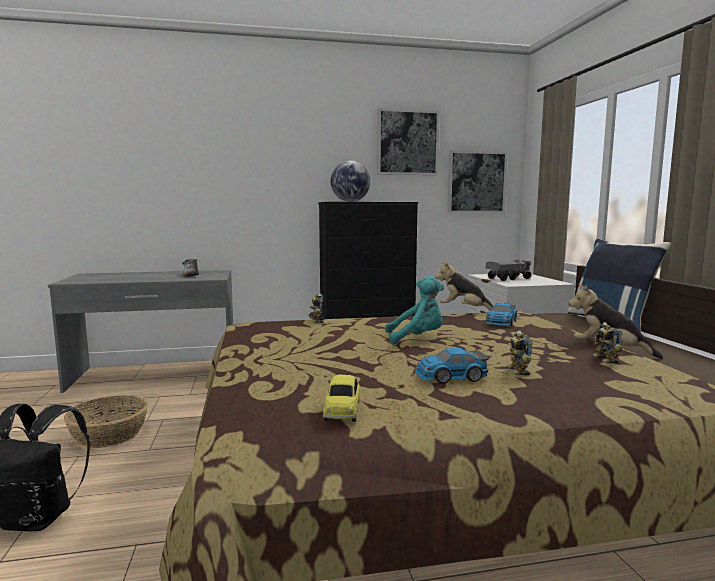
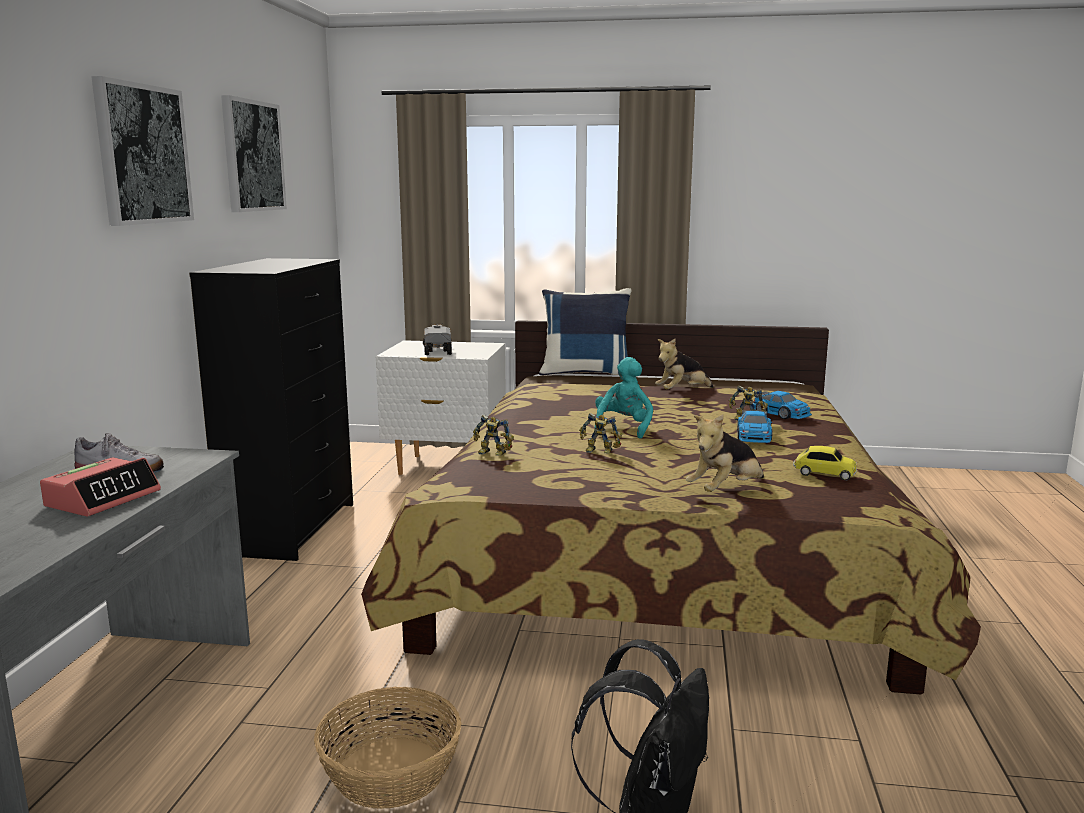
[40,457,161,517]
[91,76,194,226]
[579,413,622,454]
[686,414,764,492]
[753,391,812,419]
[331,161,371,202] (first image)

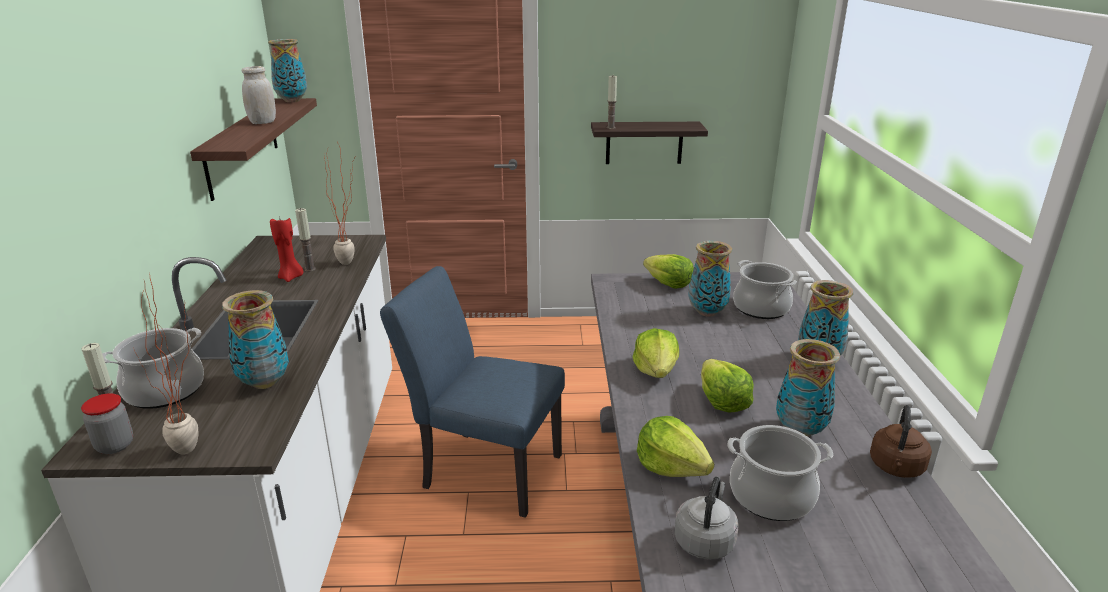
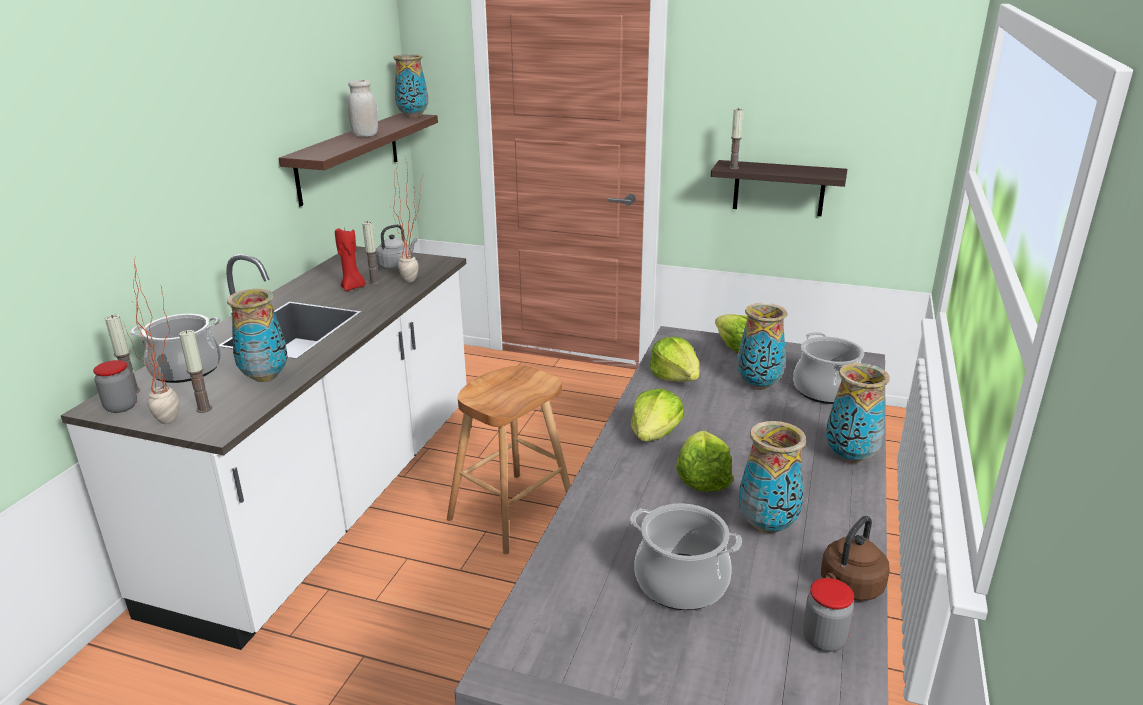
[179,330,212,413]
[375,224,418,270]
[447,365,571,554]
[649,337,700,382]
[803,578,854,652]

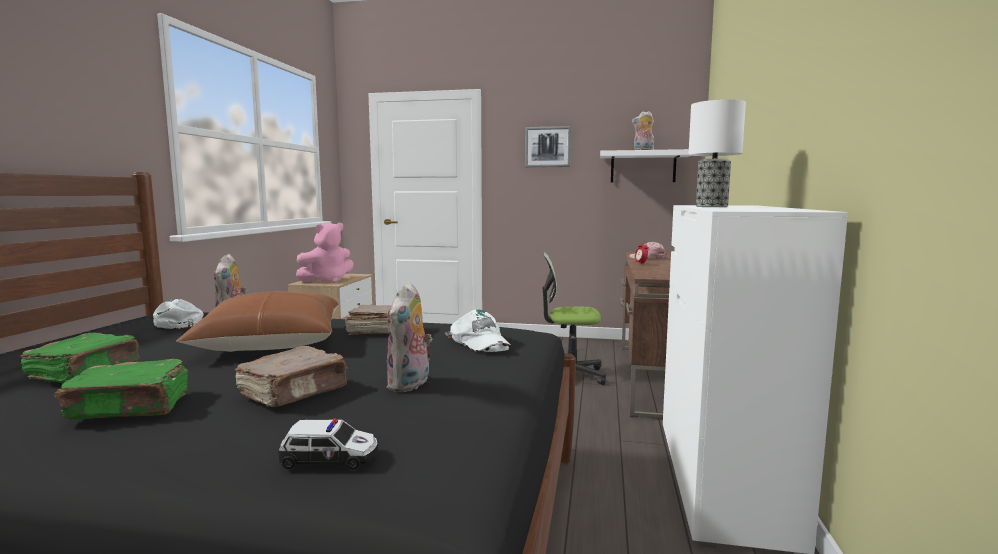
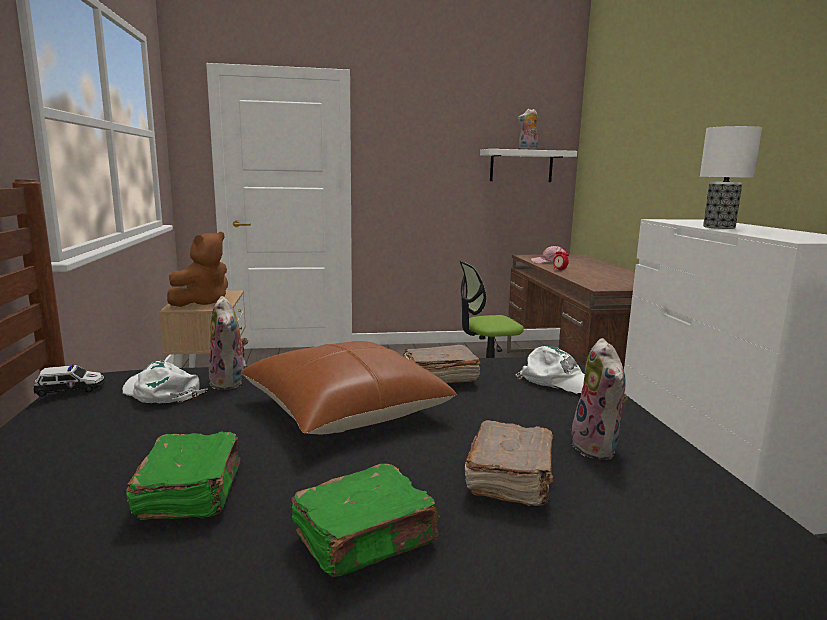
[34,364,105,397]
[167,232,228,307]
[525,126,571,167] (first image)

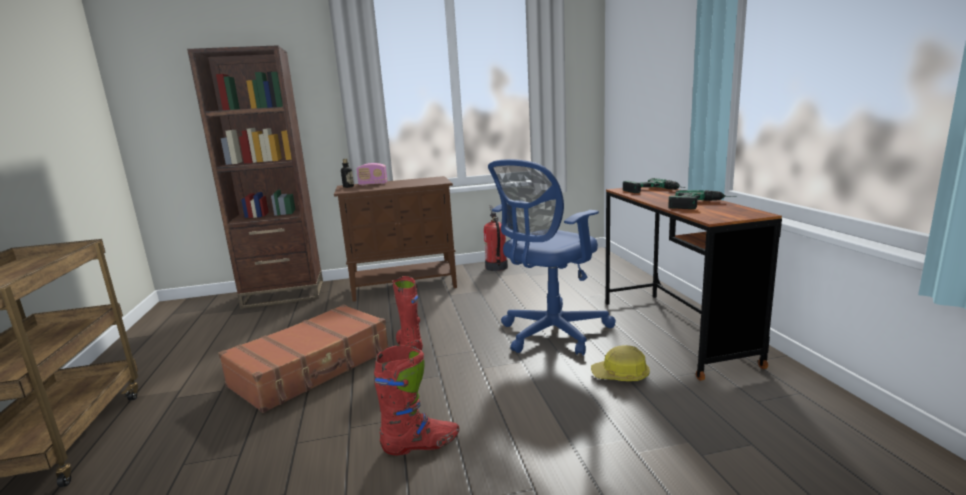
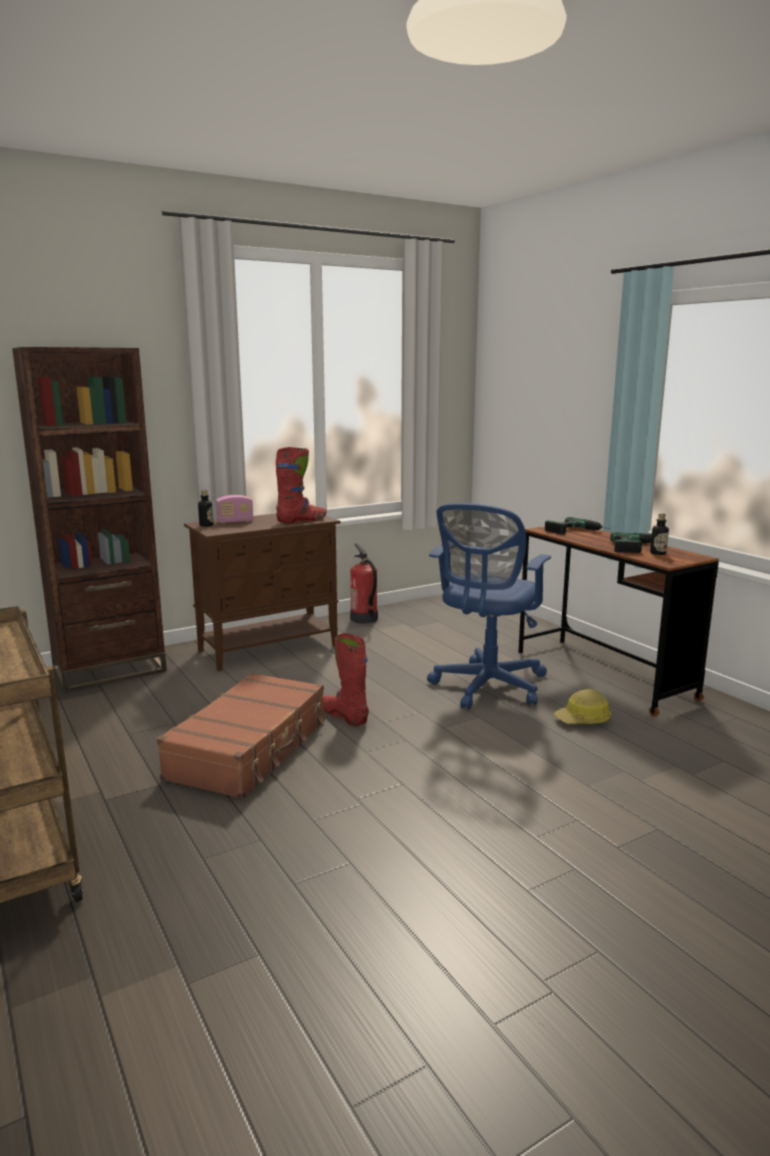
[276,447,327,524]
[650,513,669,555]

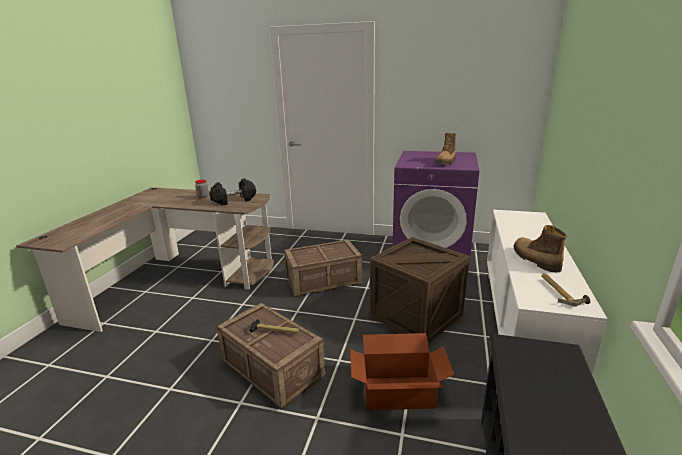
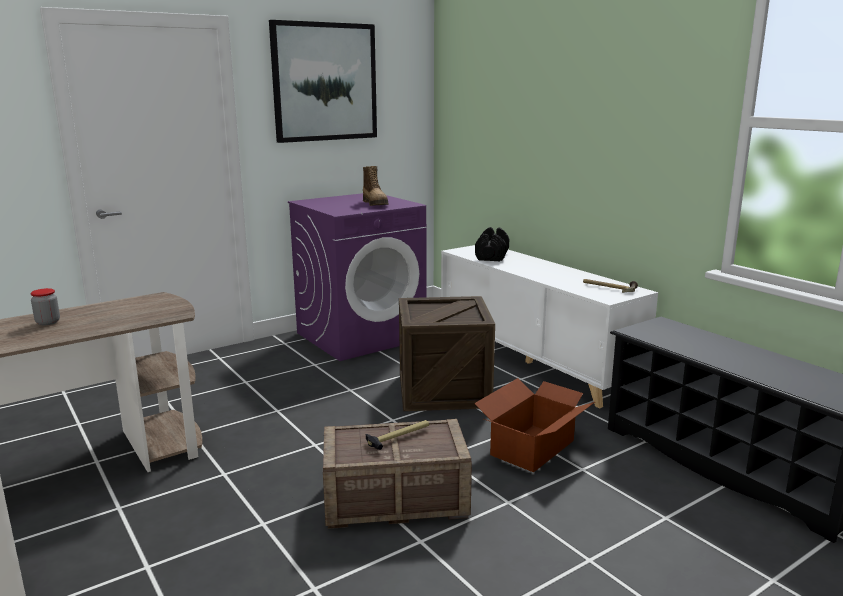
[269,20,377,143]
[475,227,509,261]
[284,239,363,297] (first image)
[514,225,567,272] (first image)

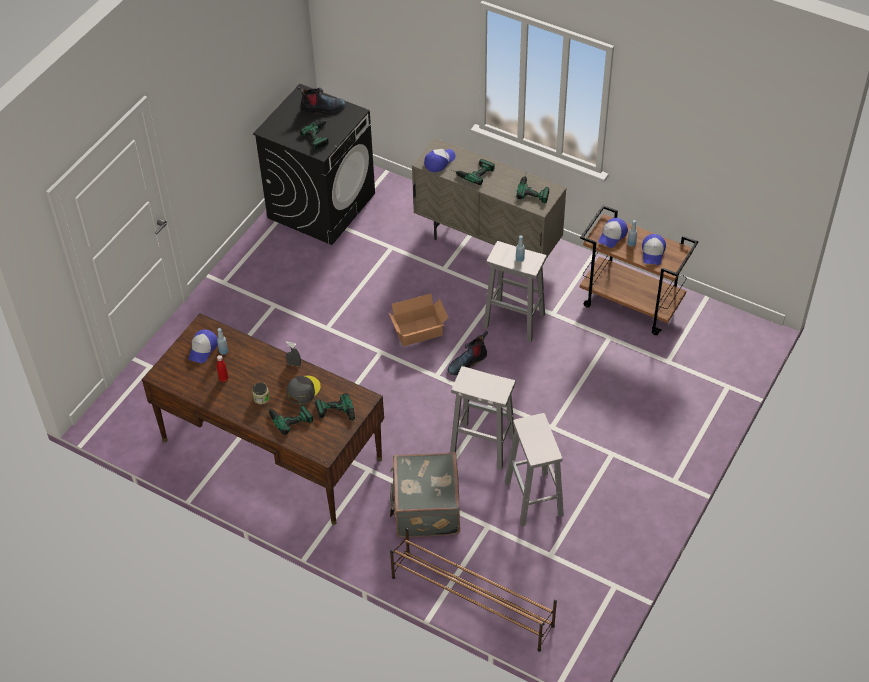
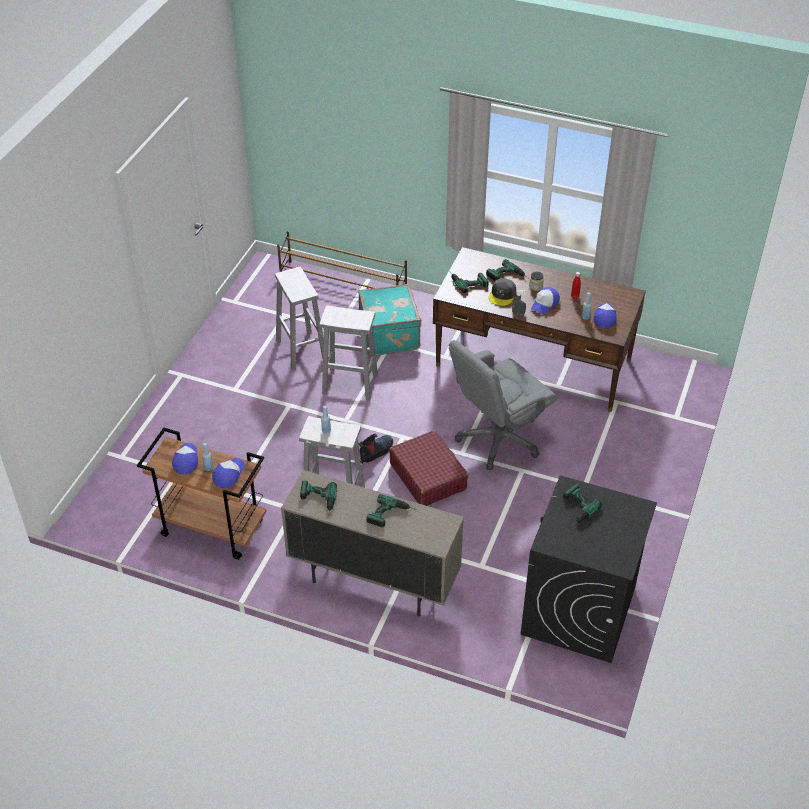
[358,284,422,355]
[389,430,468,506]
[449,340,557,470]
[531,287,560,314]
[296,85,346,114] (first image)

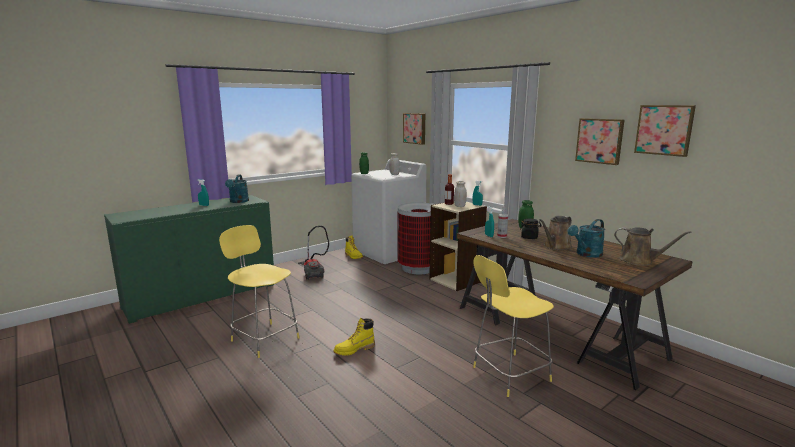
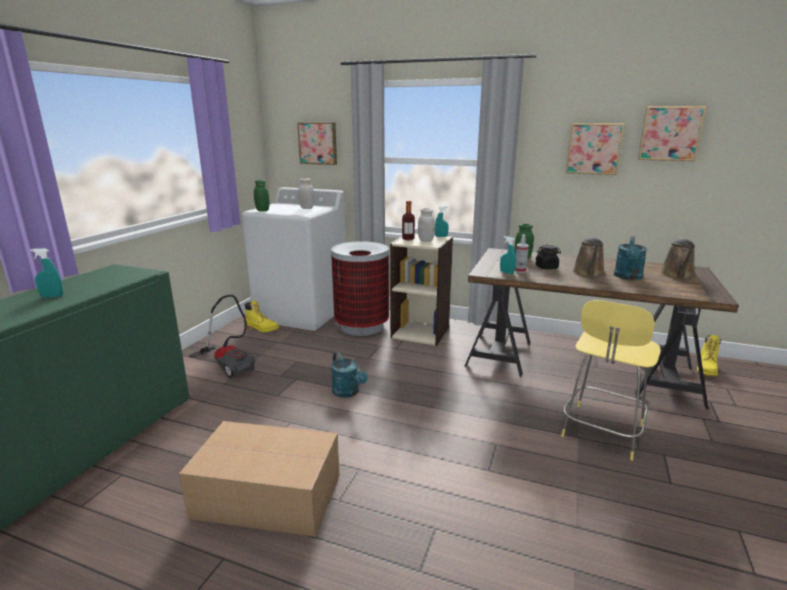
[179,421,339,537]
[331,352,367,398]
[660,239,695,279]
[697,335,721,377]

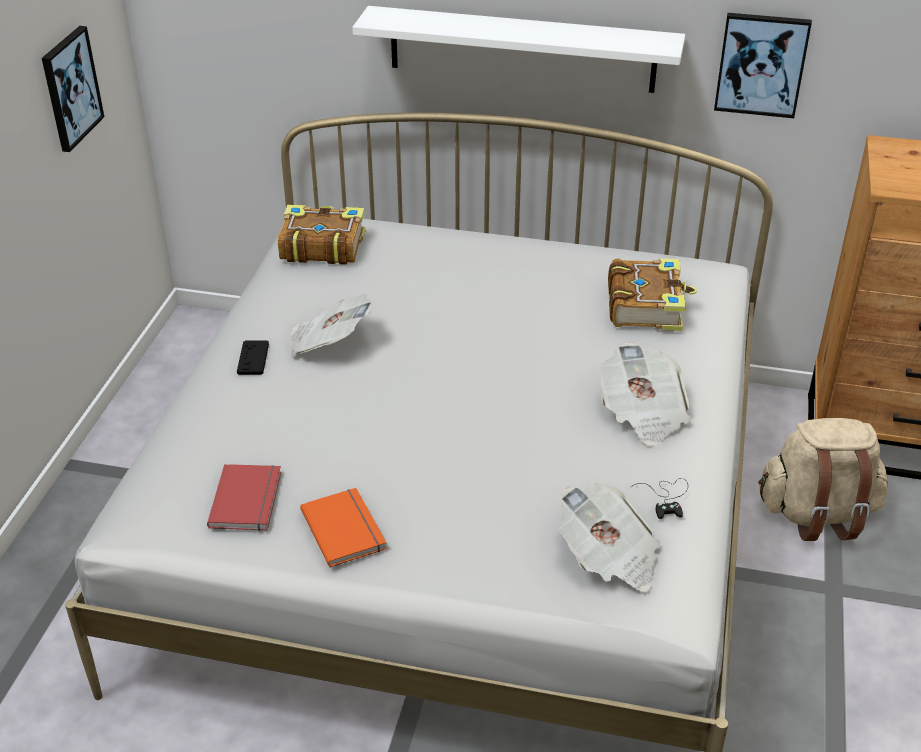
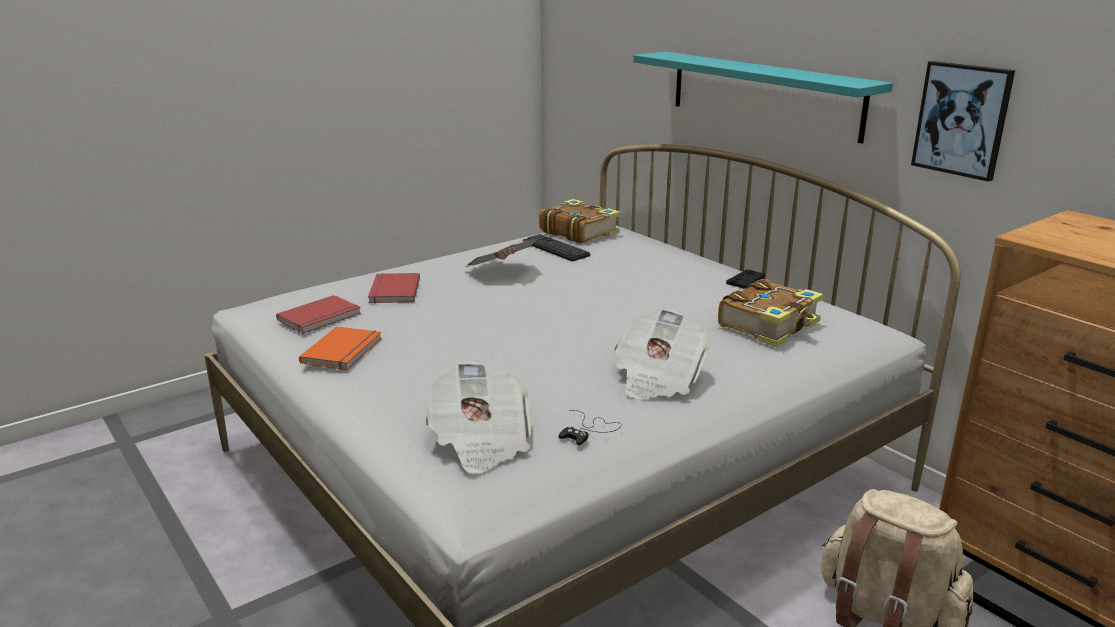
[368,273,420,303]
[523,234,590,261]
[633,52,893,143]
[726,269,765,289]
[42,26,104,152] (first image)

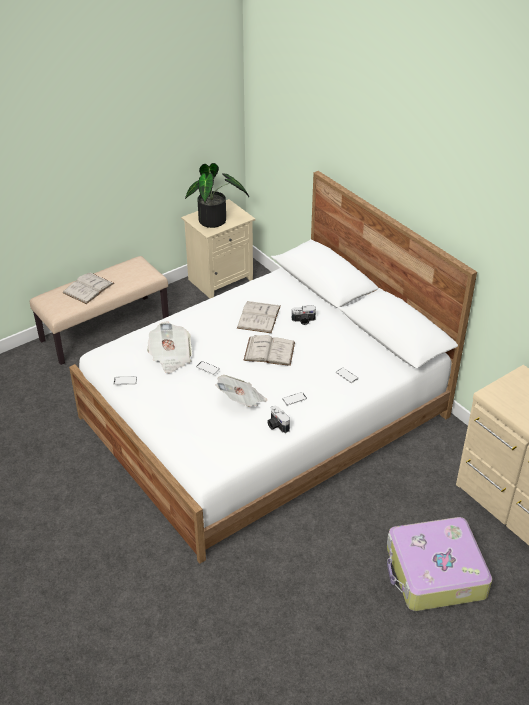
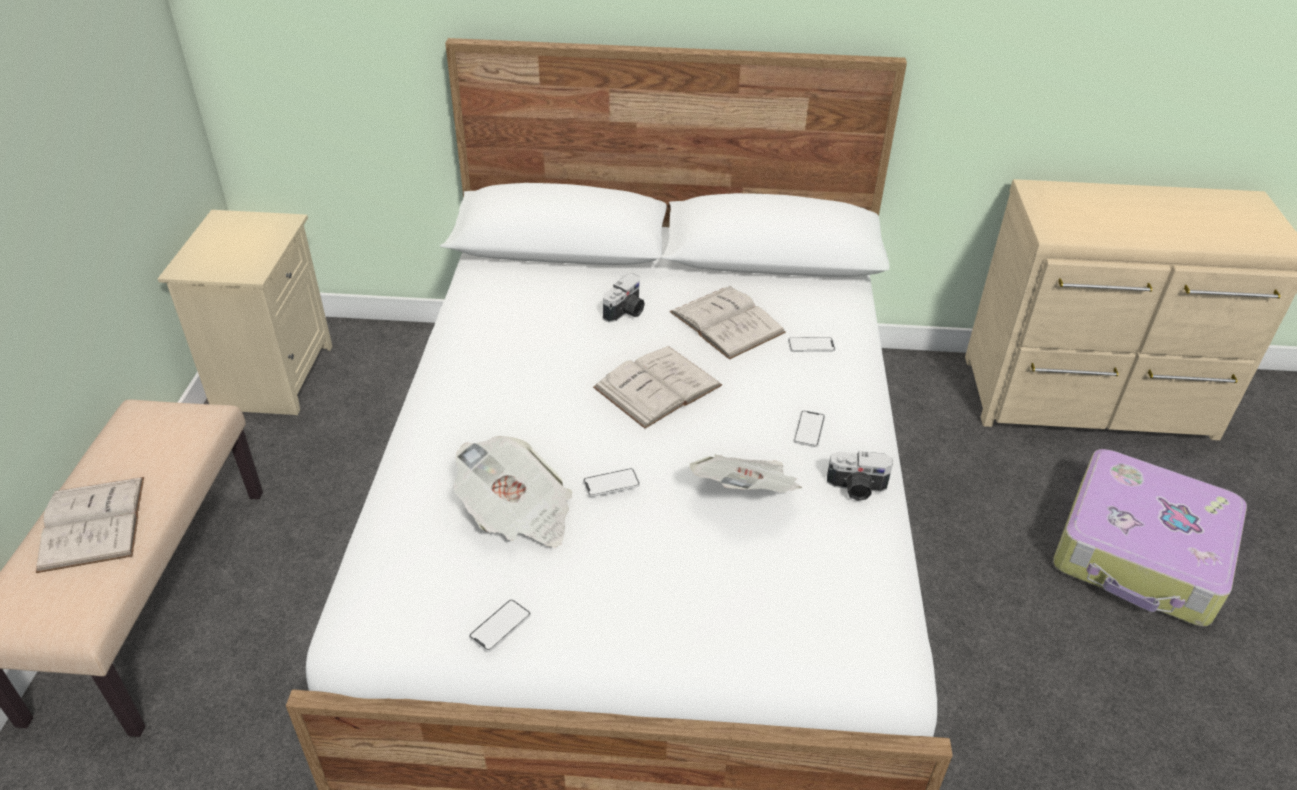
[670,286,786,360]
[185,163,249,228] (first image)

